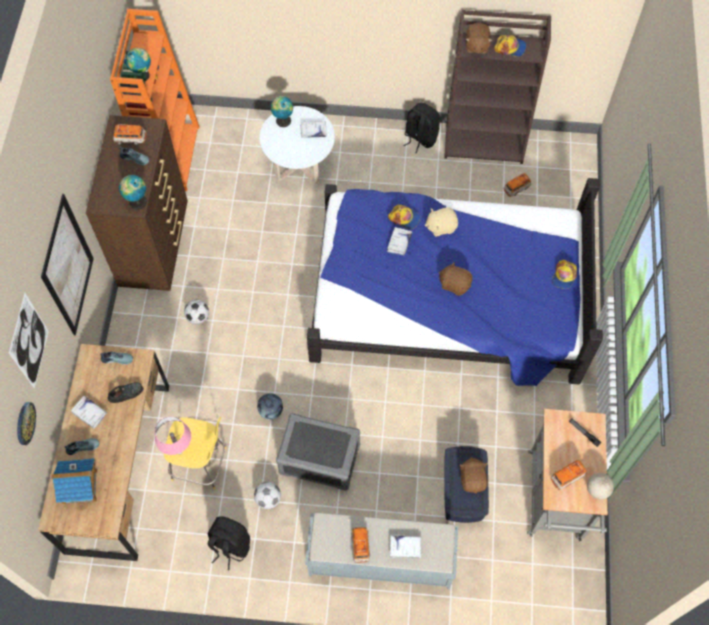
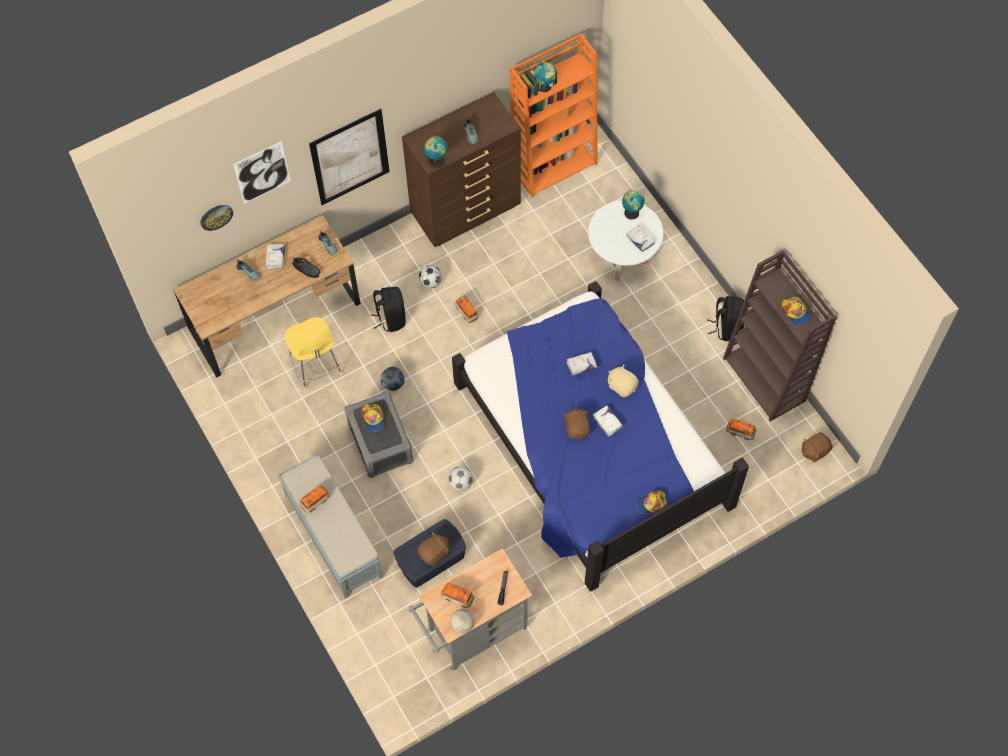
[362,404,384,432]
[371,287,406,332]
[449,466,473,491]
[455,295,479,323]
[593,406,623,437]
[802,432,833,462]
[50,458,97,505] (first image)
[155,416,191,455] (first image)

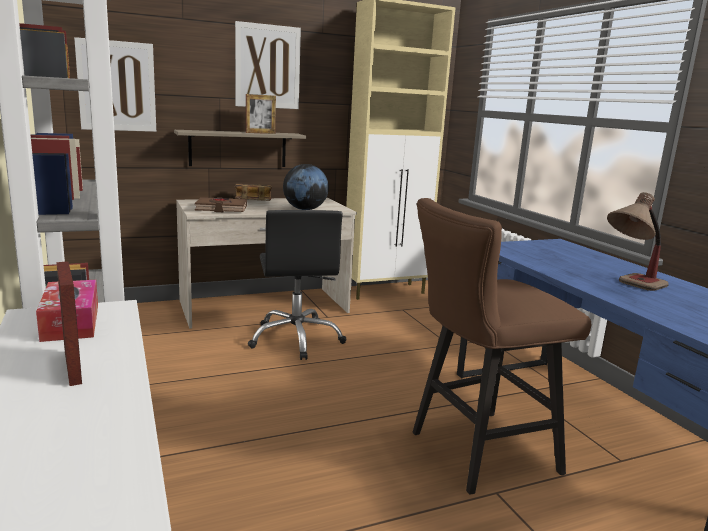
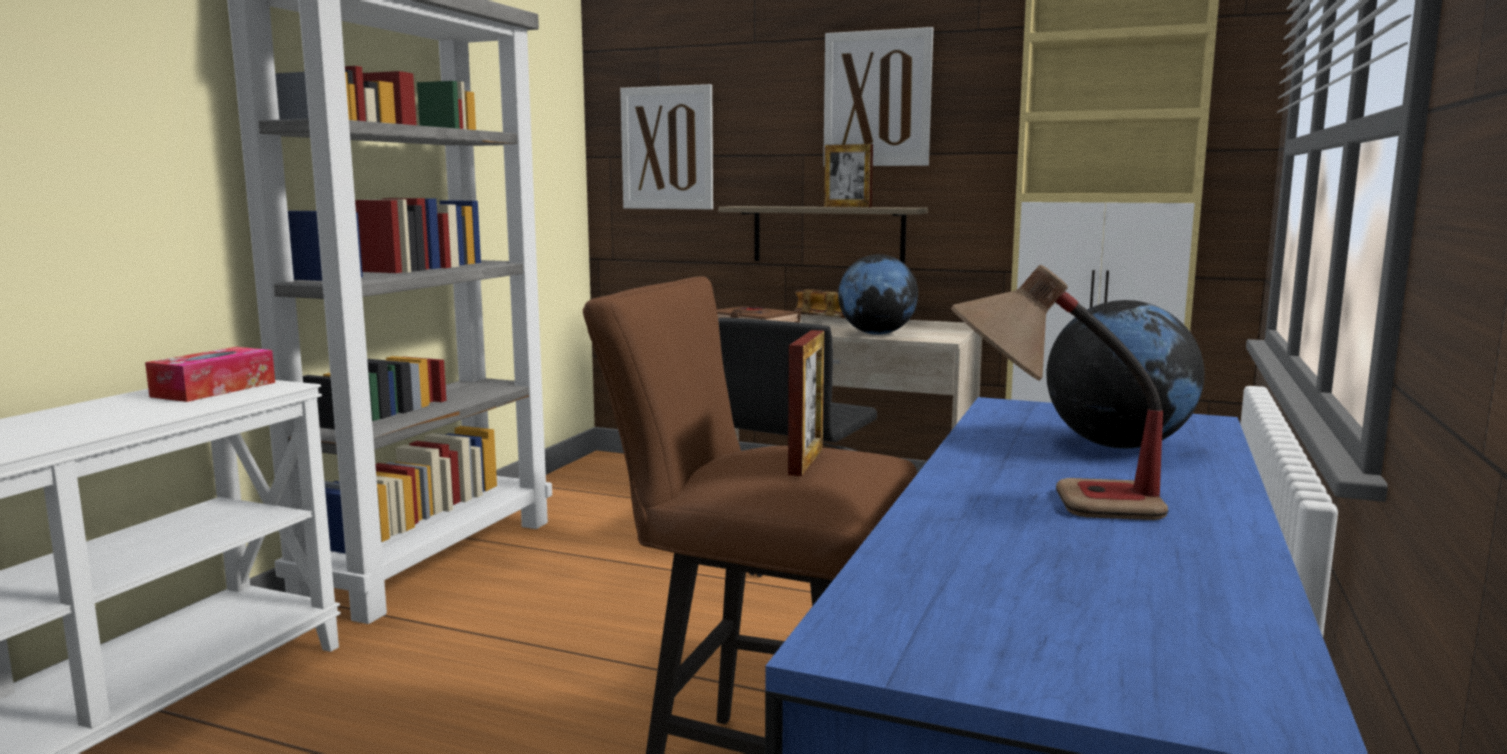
[788,330,824,476]
[1046,300,1204,449]

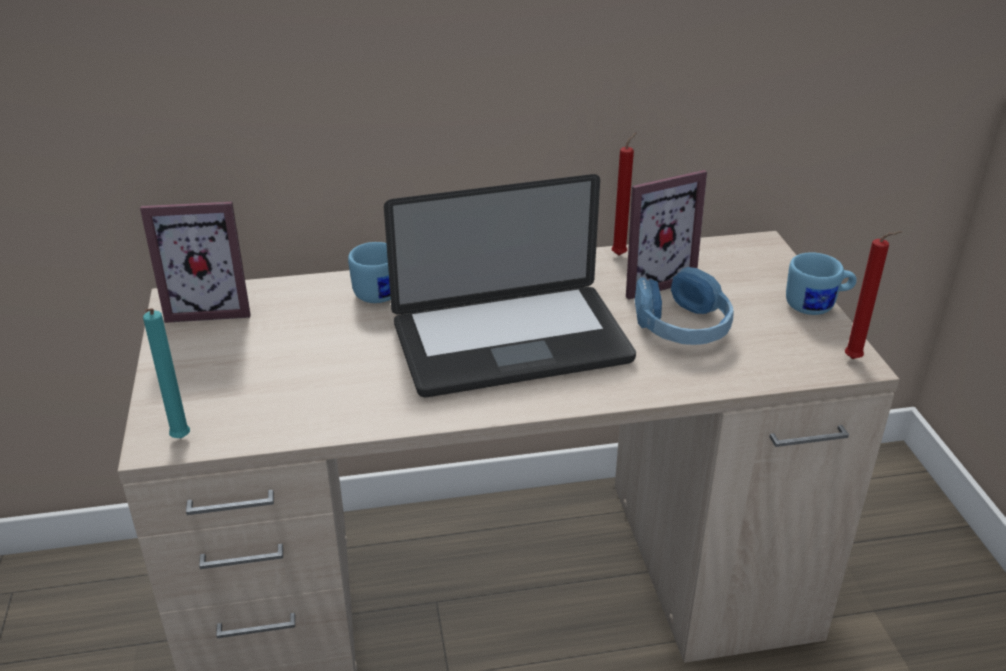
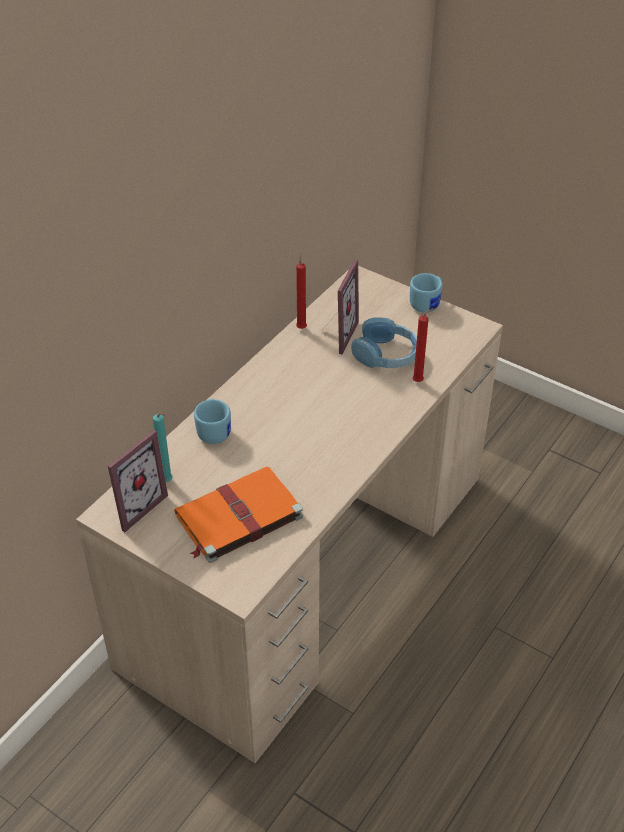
[153,413,173,482]
[174,466,303,563]
[412,308,434,382]
[384,174,636,397] (first image)

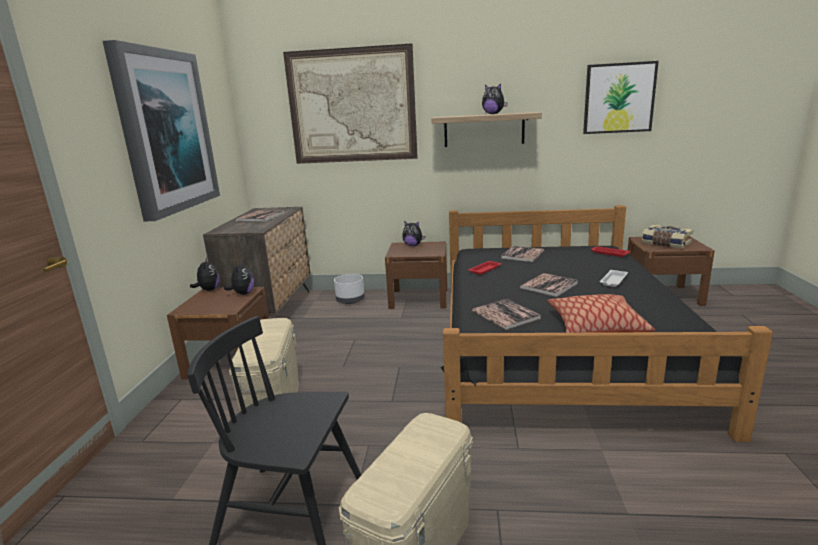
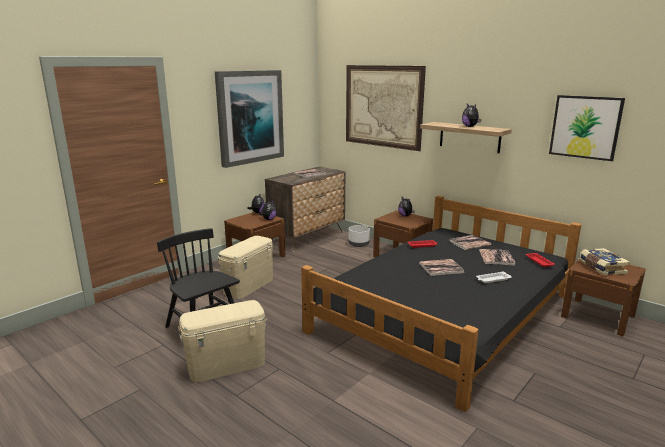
[479,249,515,265]
[547,294,655,333] (first image)

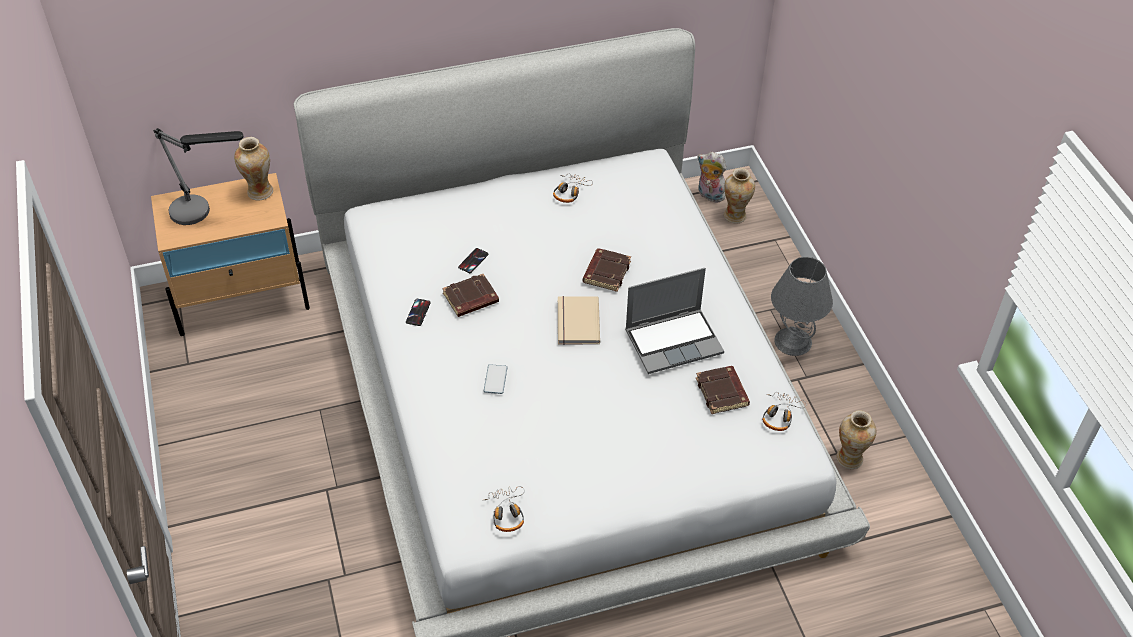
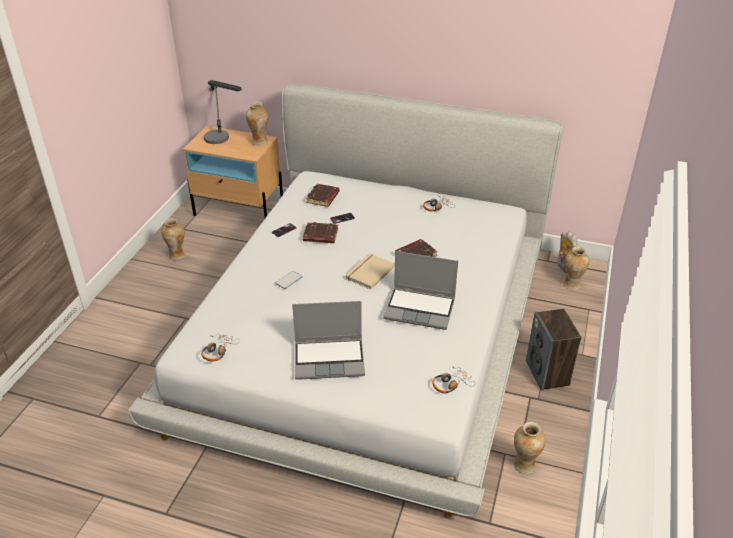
[161,218,185,261]
[292,301,365,380]
[306,184,340,207]
[526,309,581,390]

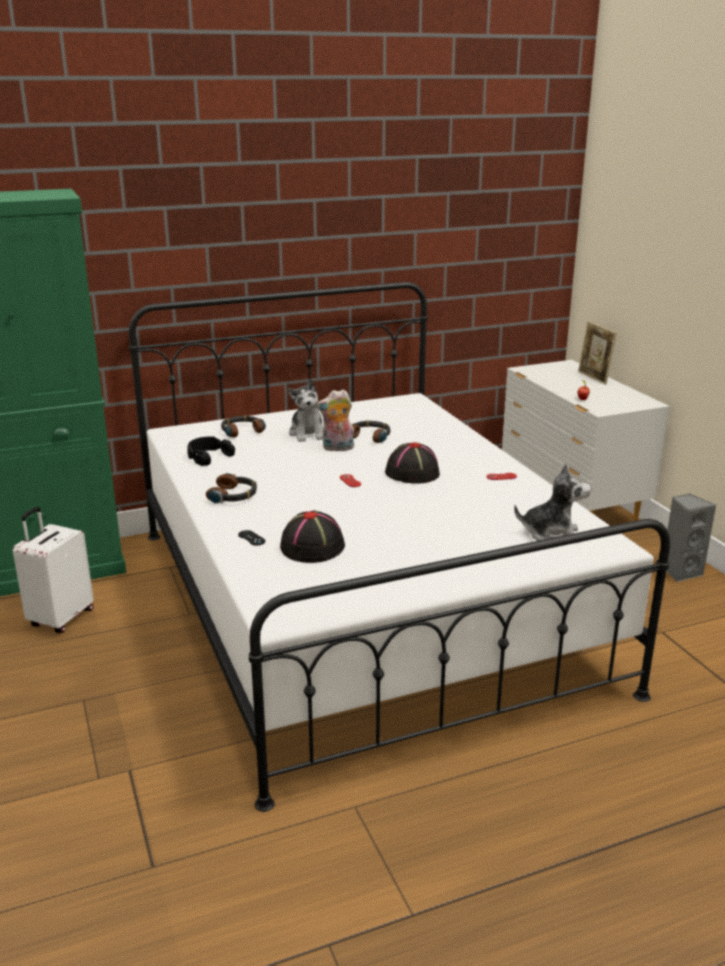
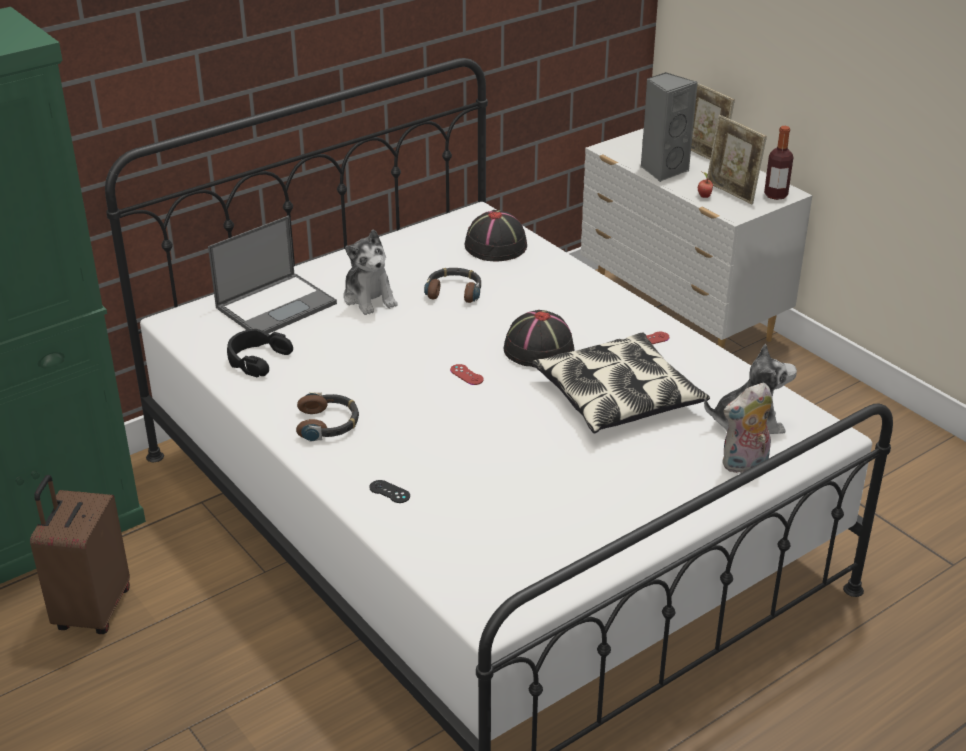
[30,475,130,634]
[208,216,337,334]
[465,210,527,261]
[532,333,710,433]
[641,72,698,182]
[707,115,767,205]
[722,383,772,473]
[764,126,793,200]

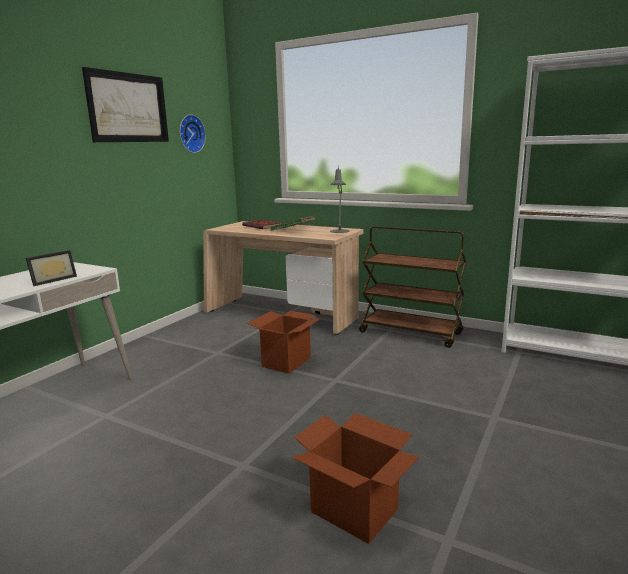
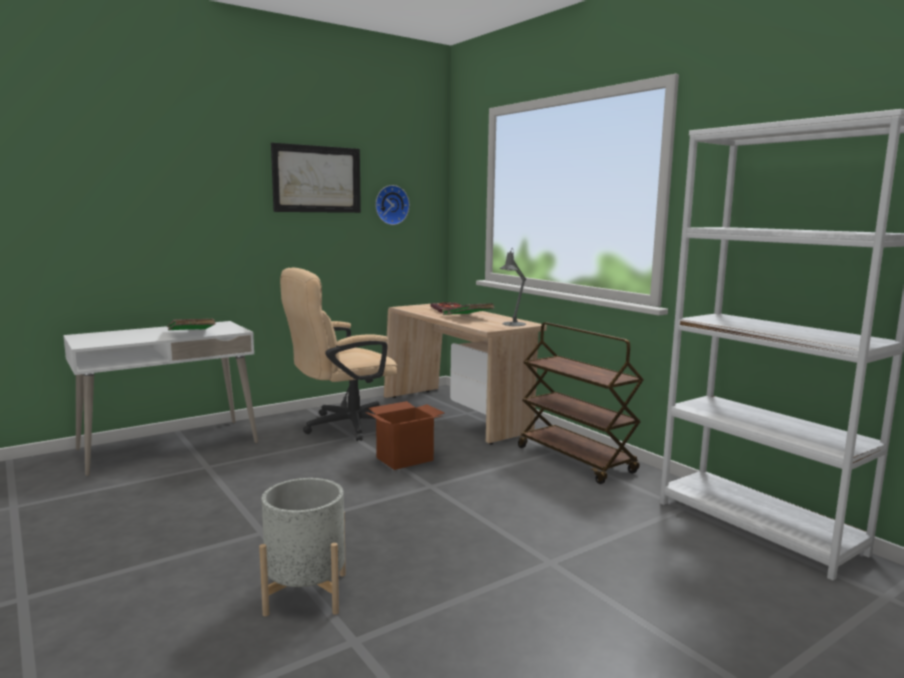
[167,318,215,330]
[259,478,346,616]
[280,268,397,441]

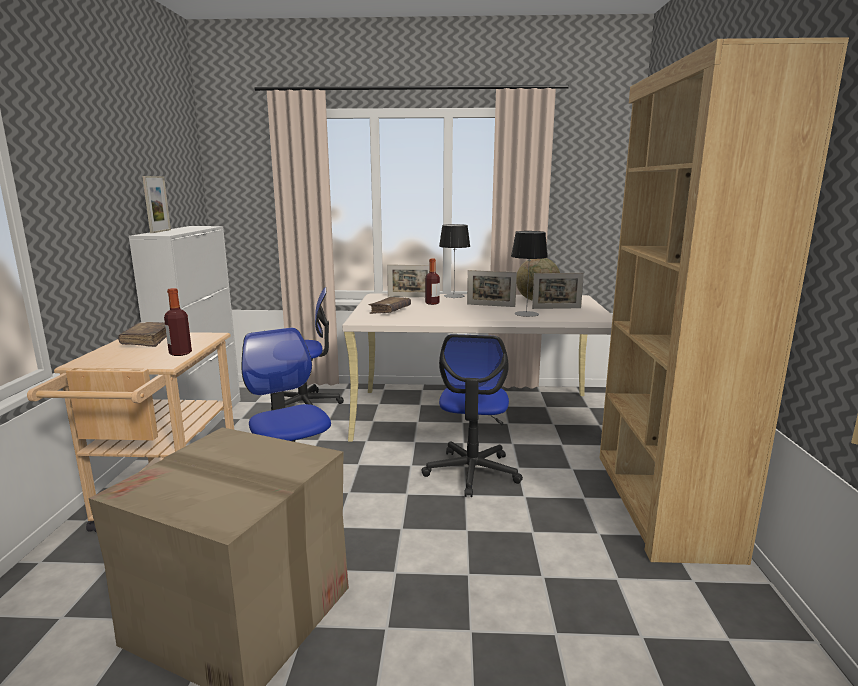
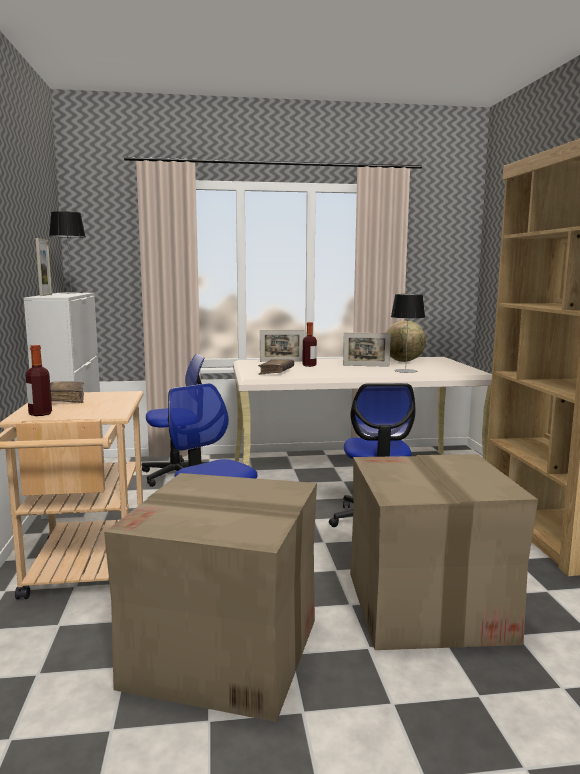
[26,345,52,416]
[49,211,86,294]
[350,454,538,650]
[532,273,584,309] (first image)

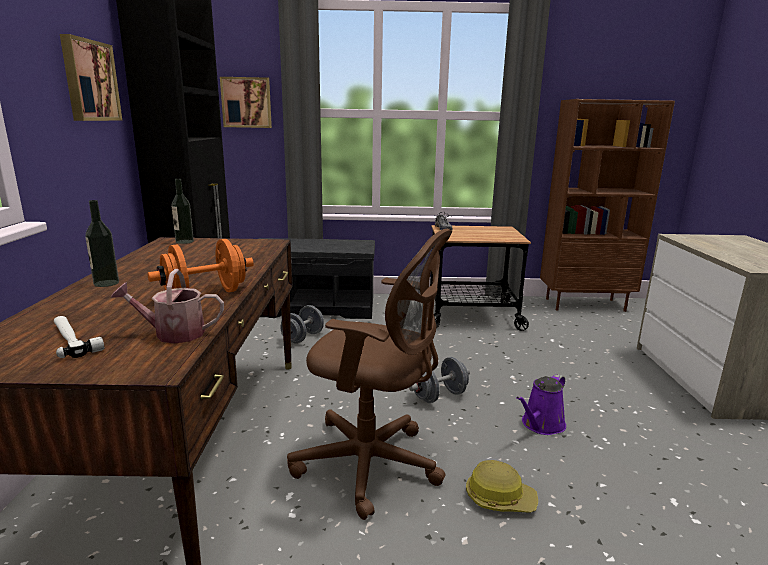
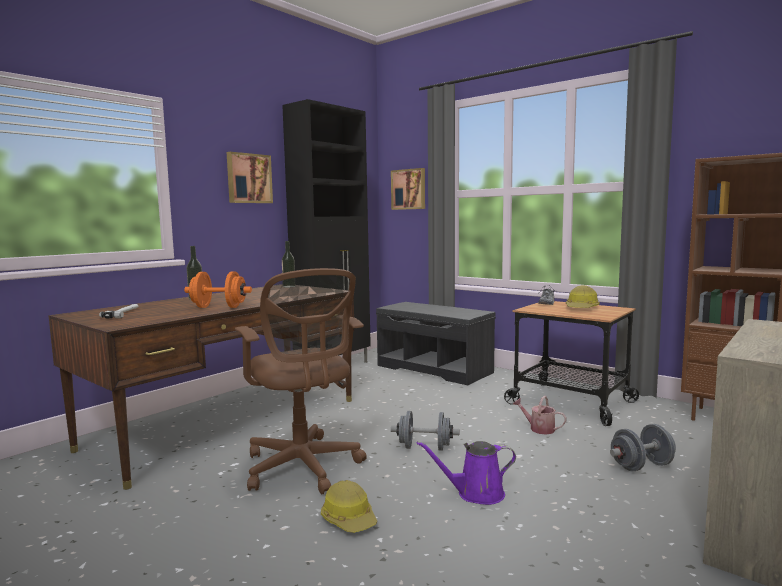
[513,396,567,435]
[566,285,600,308]
[610,424,676,471]

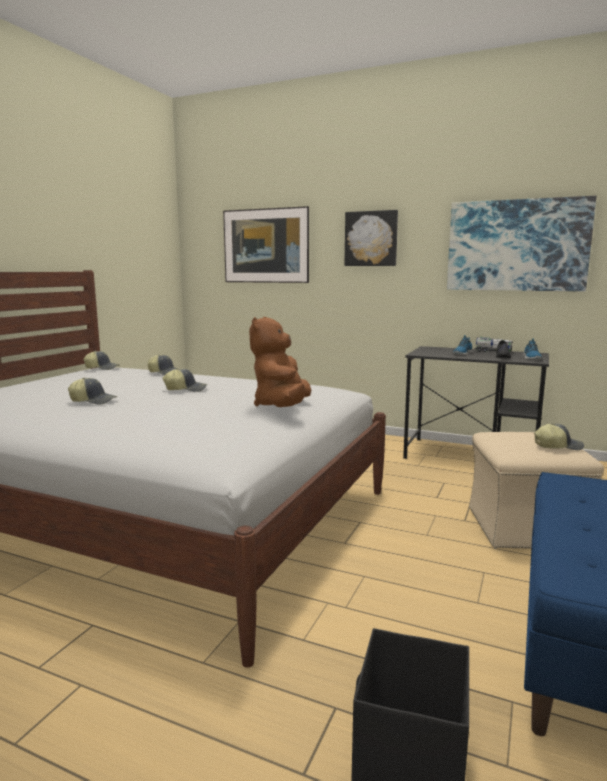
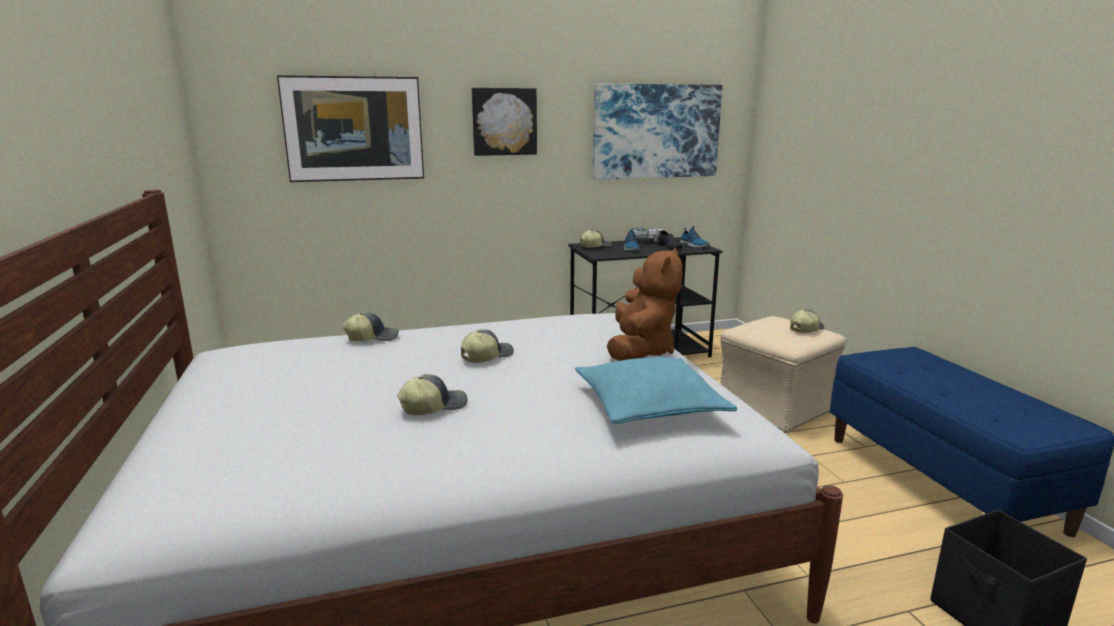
[575,357,738,424]
[580,230,612,248]
[607,247,683,361]

